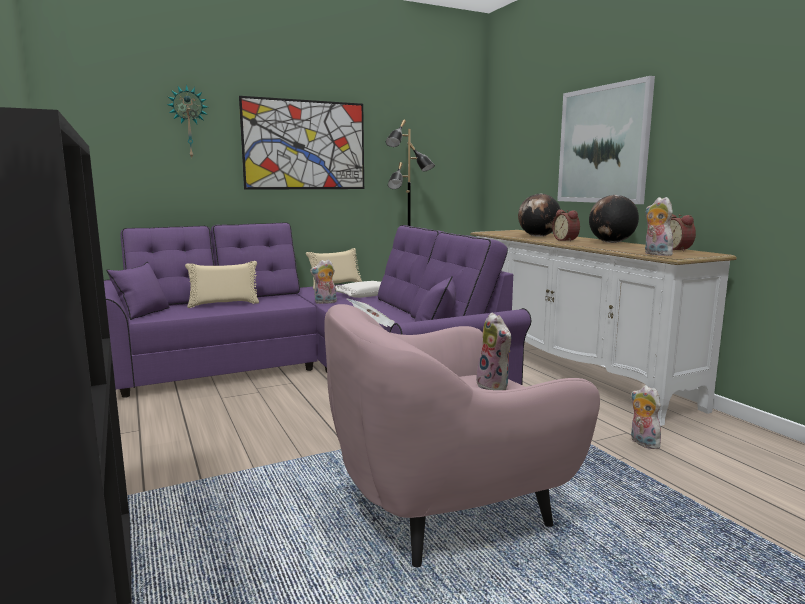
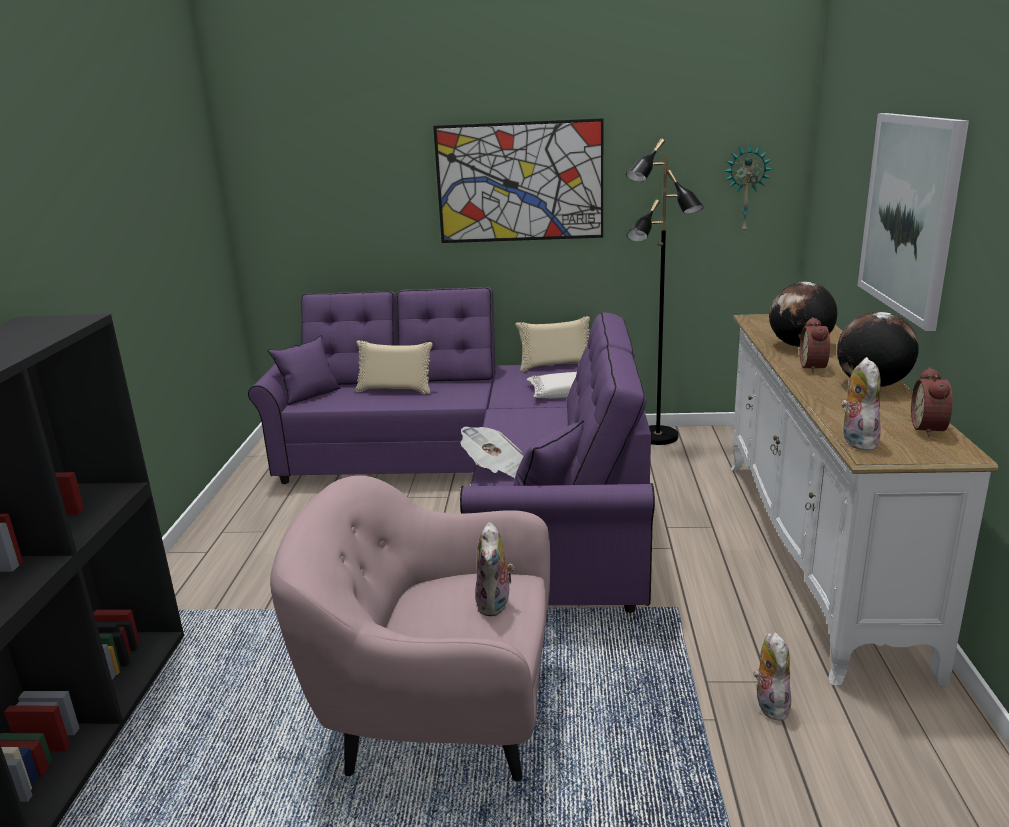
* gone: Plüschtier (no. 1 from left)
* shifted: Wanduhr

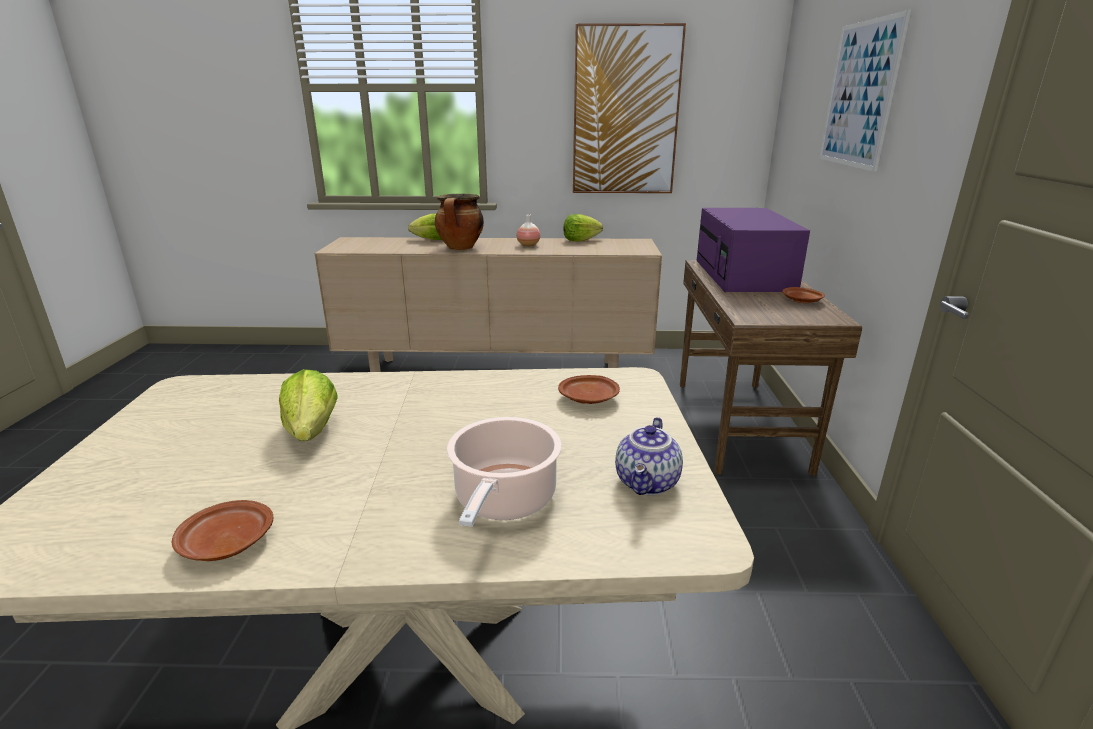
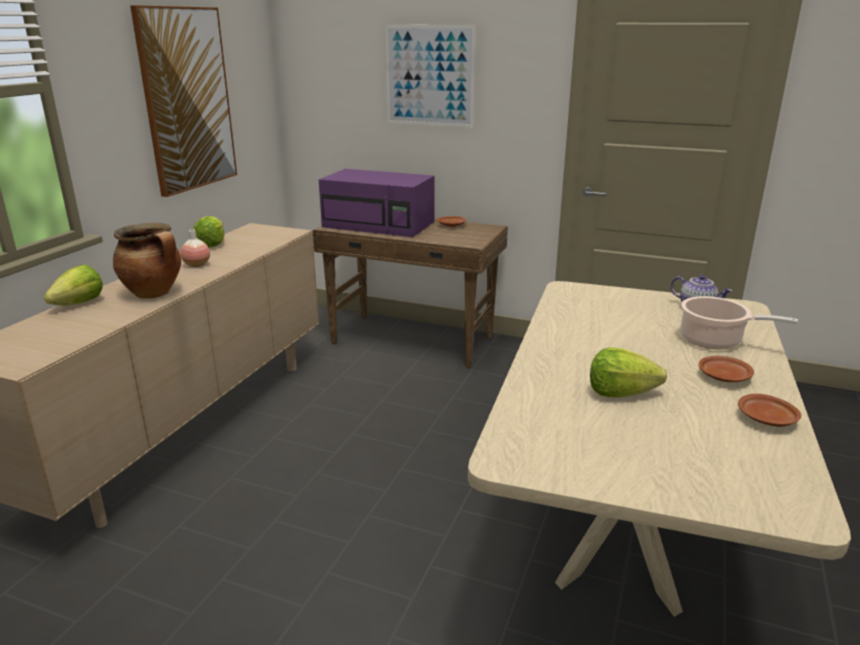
* shifted: Teller (braun) (no. 2 from left)

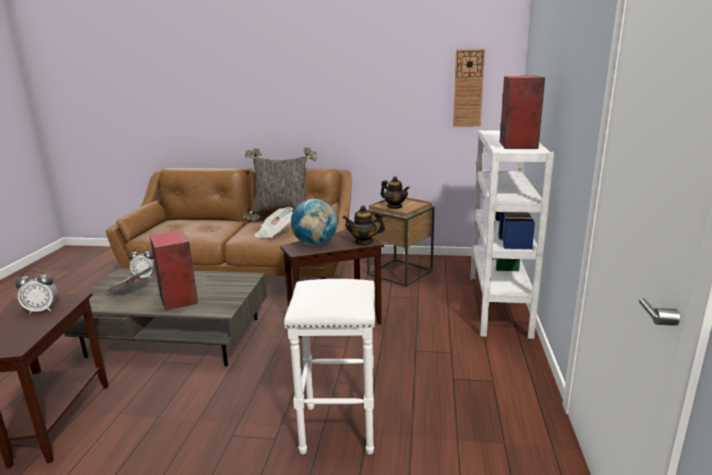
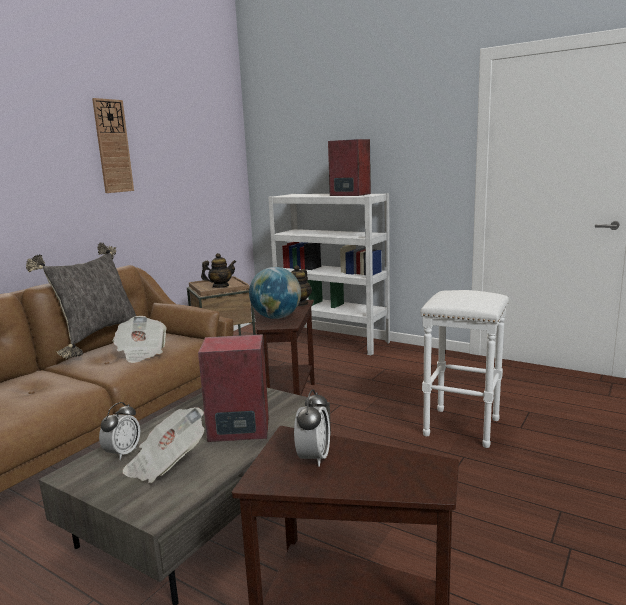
* shifted: Wanduhr

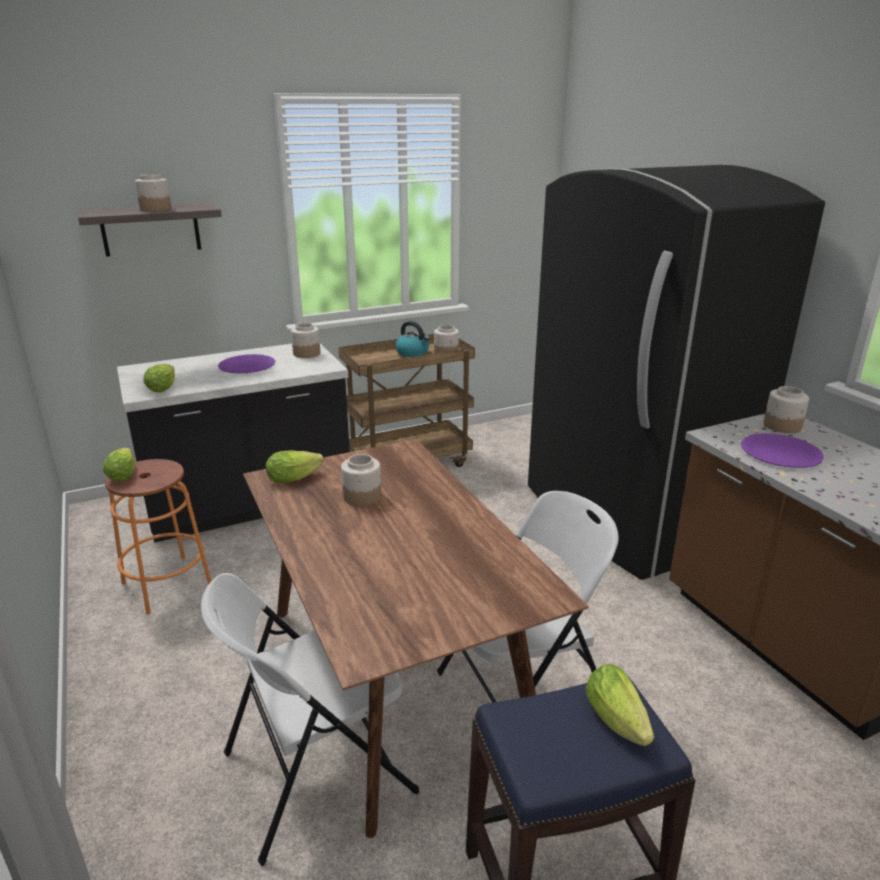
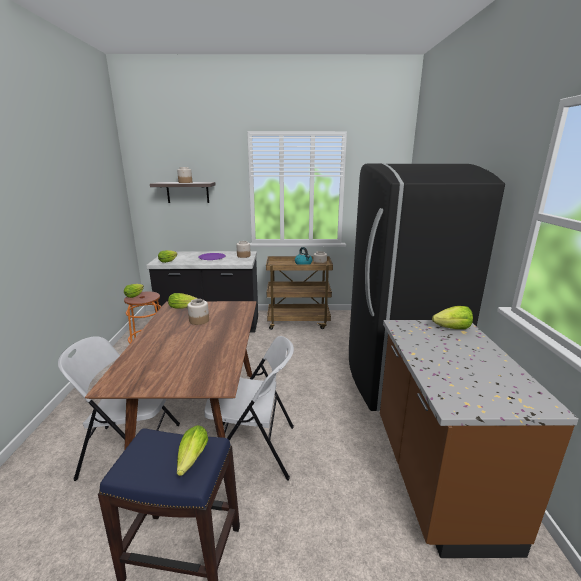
* gone: Teller (lila) (no. 2 from left)
* swapped: Vorratsglas (no. 5 from left) to Salatkopf (no. 5 from left)

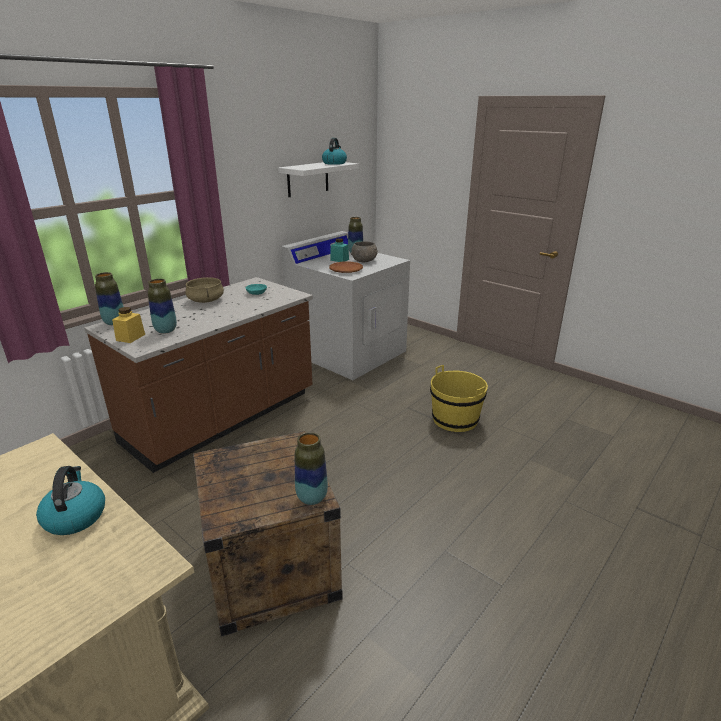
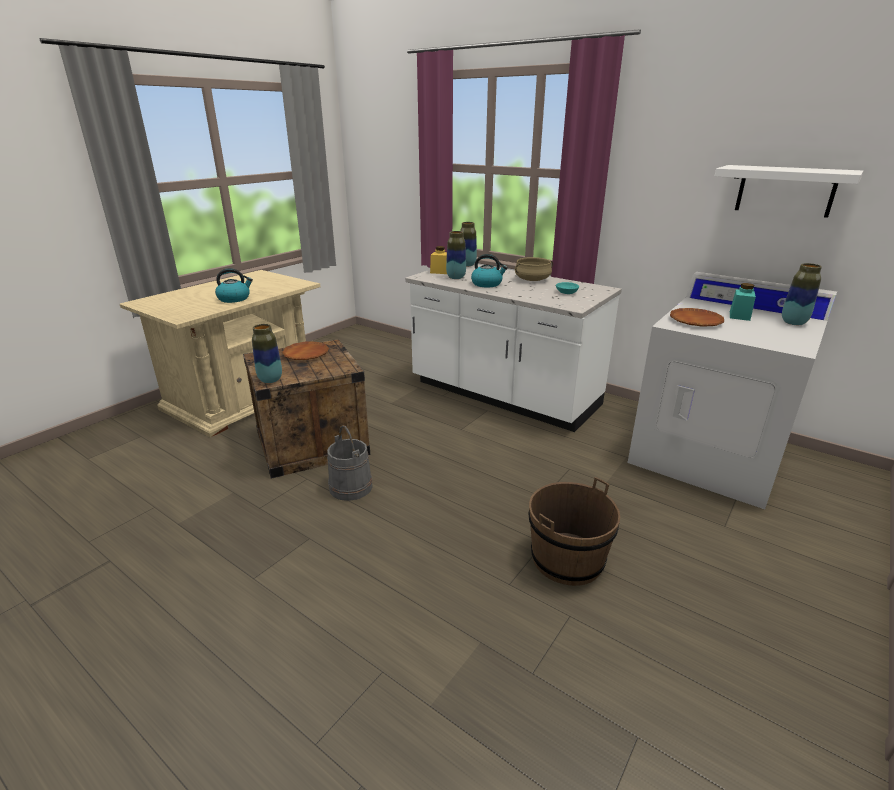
* gone: Schüssel (grau)
* new: Teller (braun) (no. 1 from left)
* new: Eimer (grau)
* shifted: Wasserkessel (no. 2 from left)
* repainted: Küchenzeile (braun) to Küchenzeile (weiß)
* repainted: Eimer (gelb) to Eimer (braun)

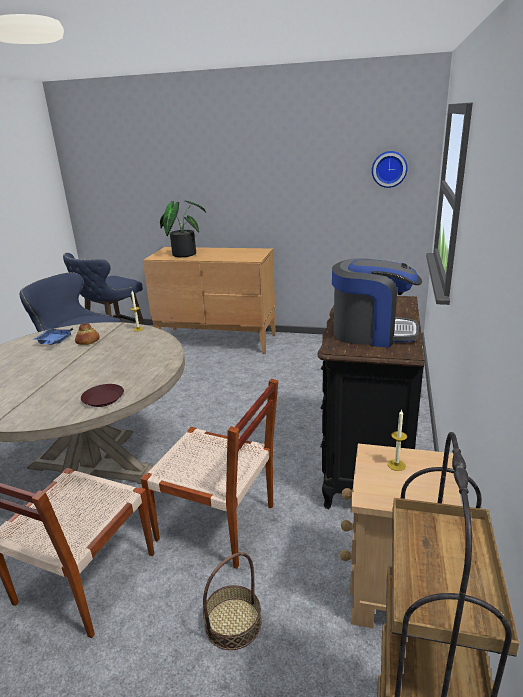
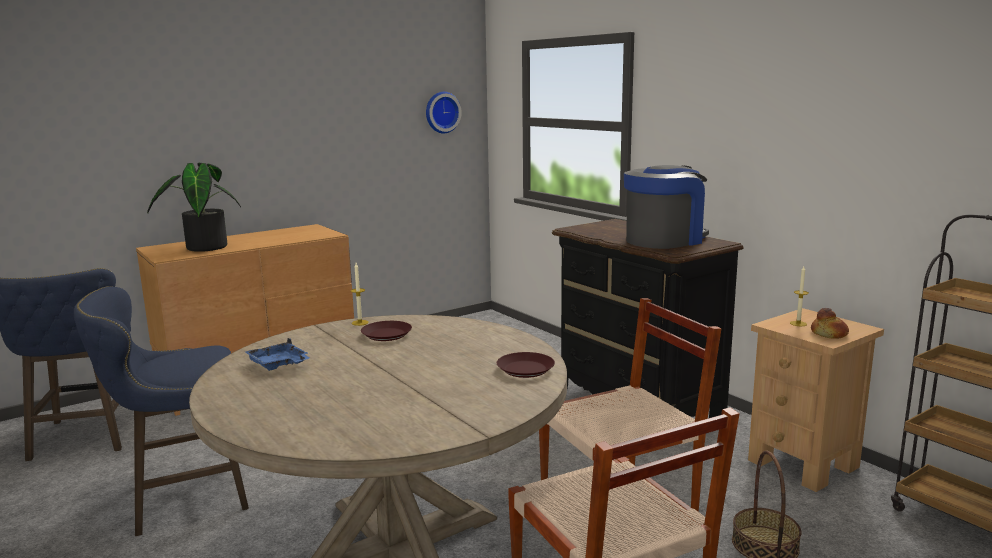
* new: Teller (braun) (no. 1 from left)
* shifted: Brot

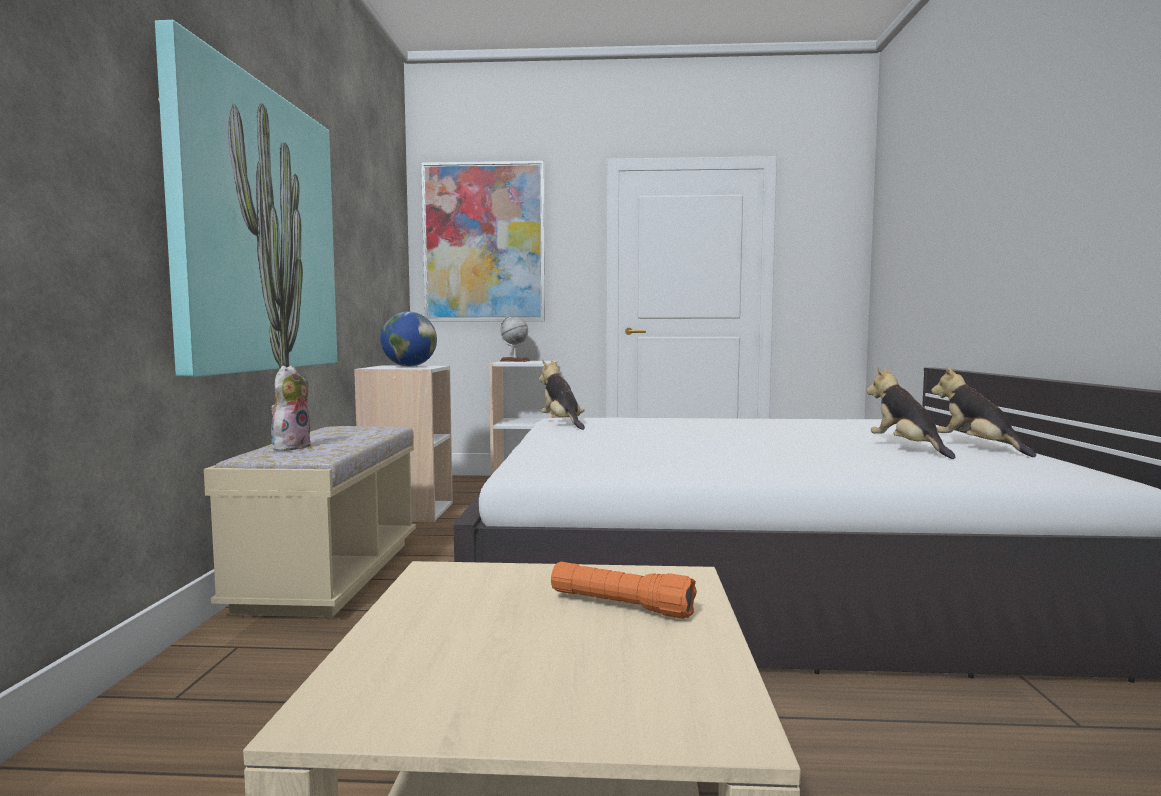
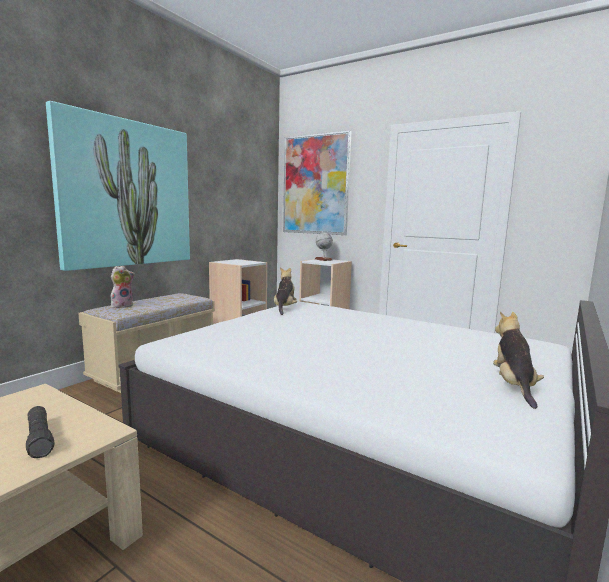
* gone: Globus (no. 1 from left)
* gone: Plüschtier (no. 3 from left)
* repainted: Taschenlampe (orange) to Taschenlampe (schwarz)

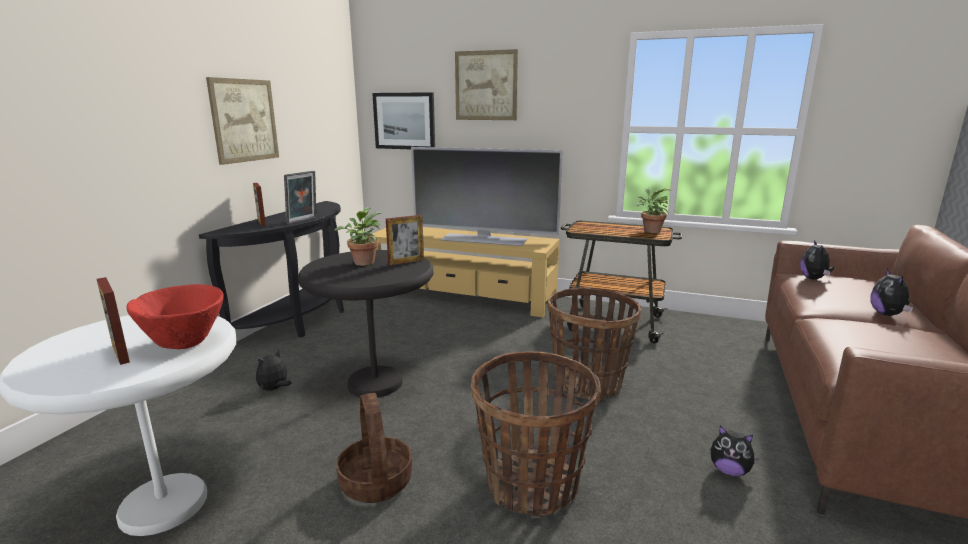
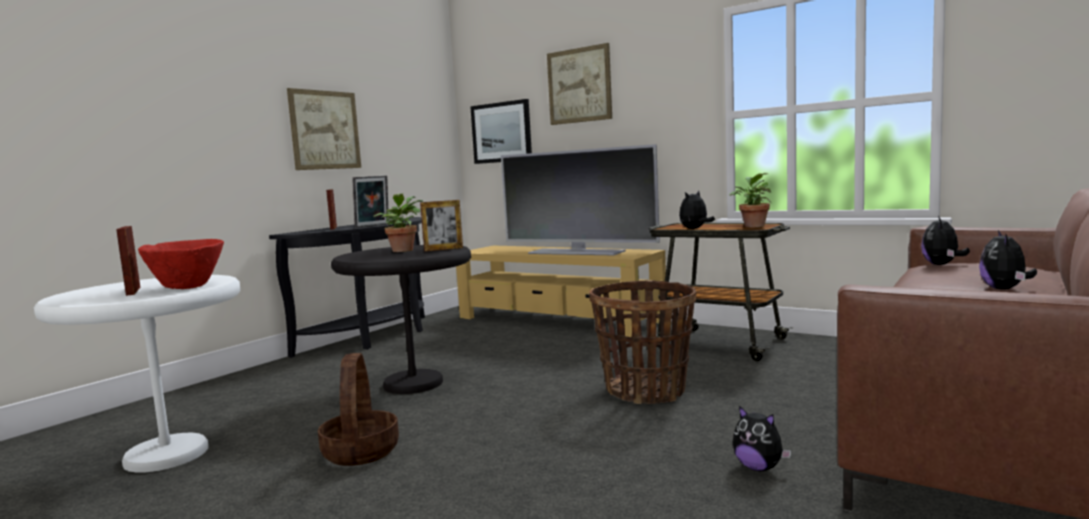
* gone: Korb (no. 2 from left)
* shifted: Plüschtier (no. 1 from left)

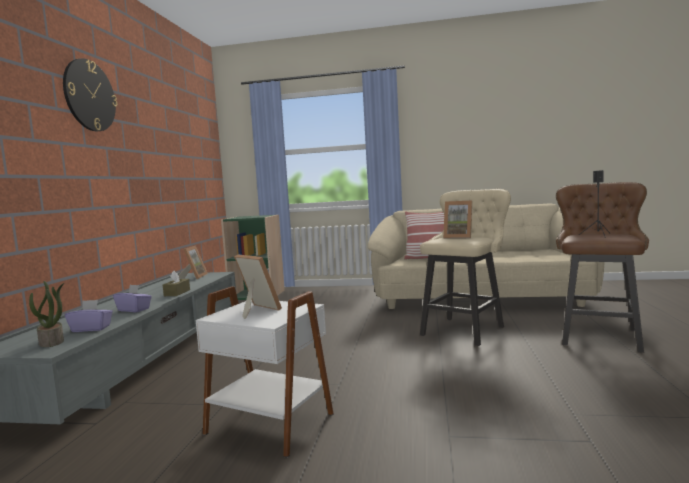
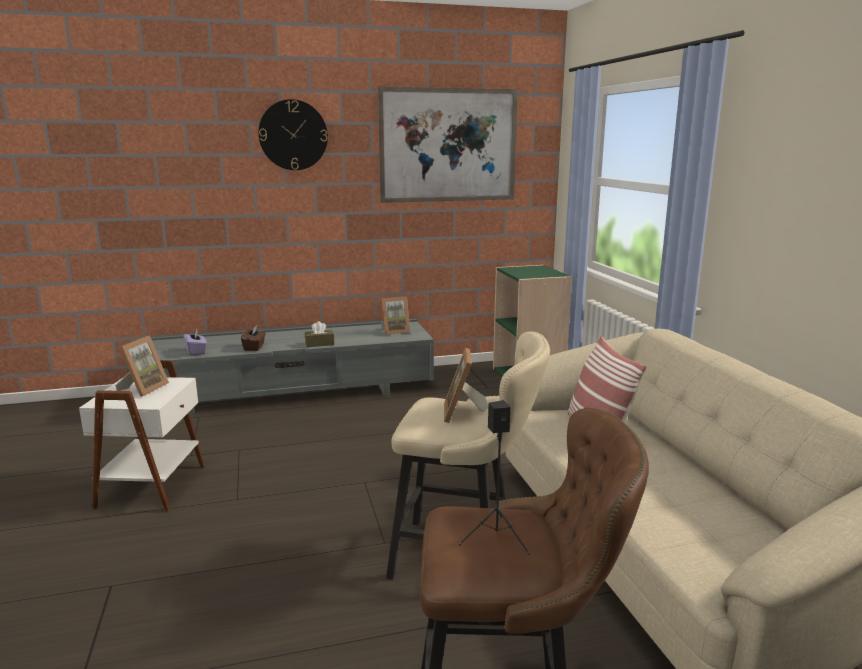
* gone: Topfpflanze
* new: Bild
* repainted: Taschentuchbox (lila) (no. 2 from left) to Taschentuchbox (braun) (no. 1 from left)

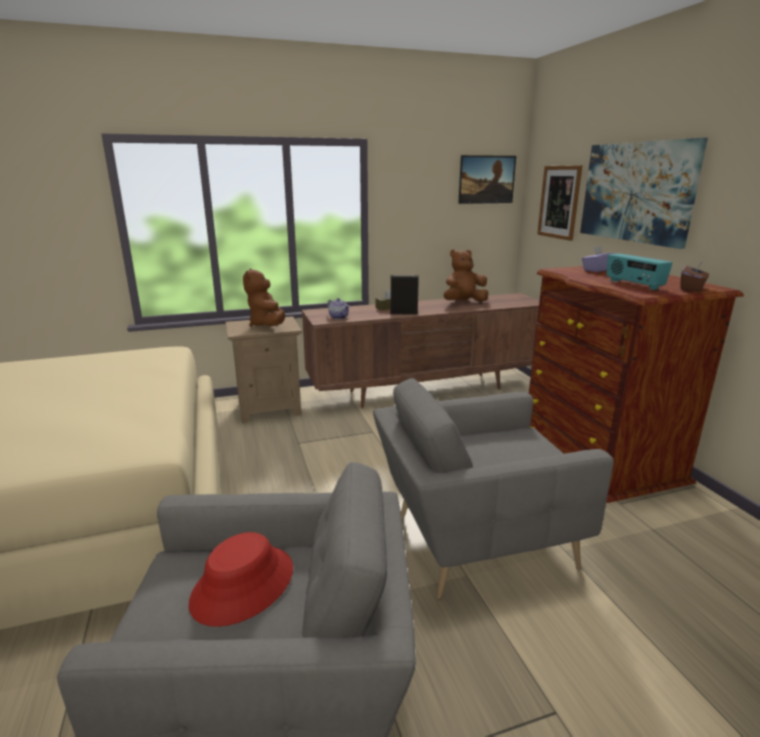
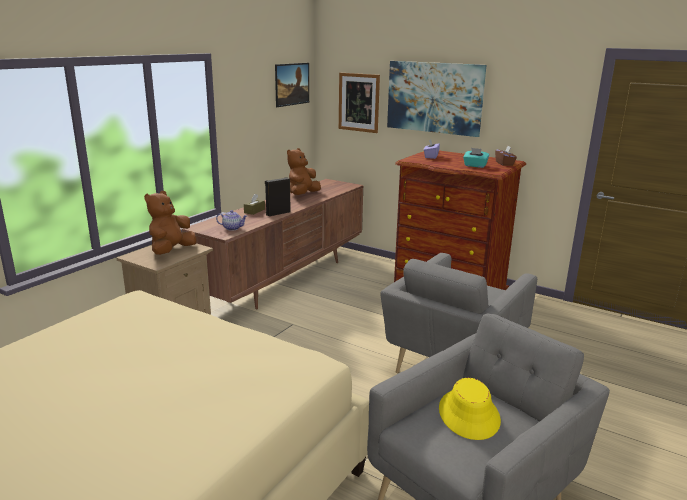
* swapped: Radio to Taschentuchbox (türkis)
* repainted: Hut (rot) to Hut (gelb)
* rotated: Plüschtier (braun) (no. 1 from left) 75 degrees clockwise

